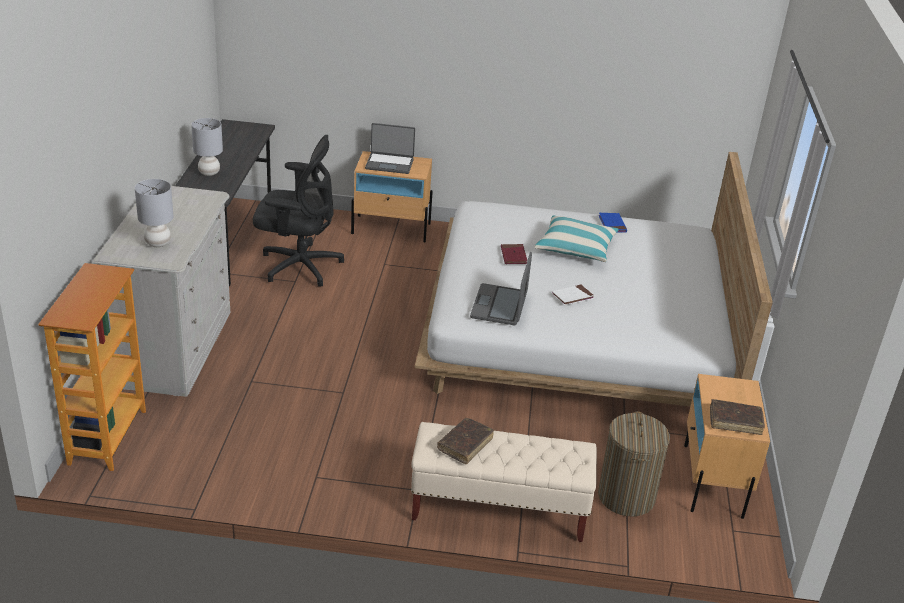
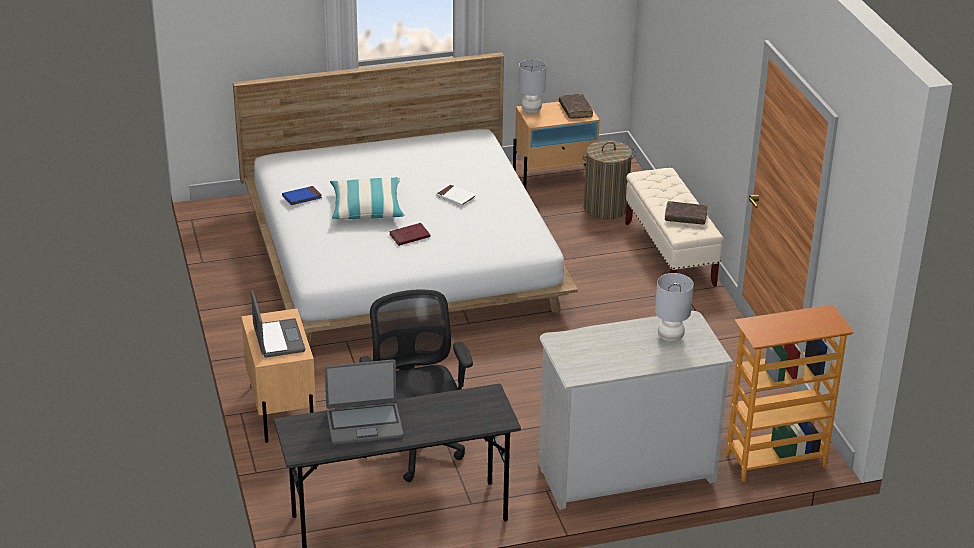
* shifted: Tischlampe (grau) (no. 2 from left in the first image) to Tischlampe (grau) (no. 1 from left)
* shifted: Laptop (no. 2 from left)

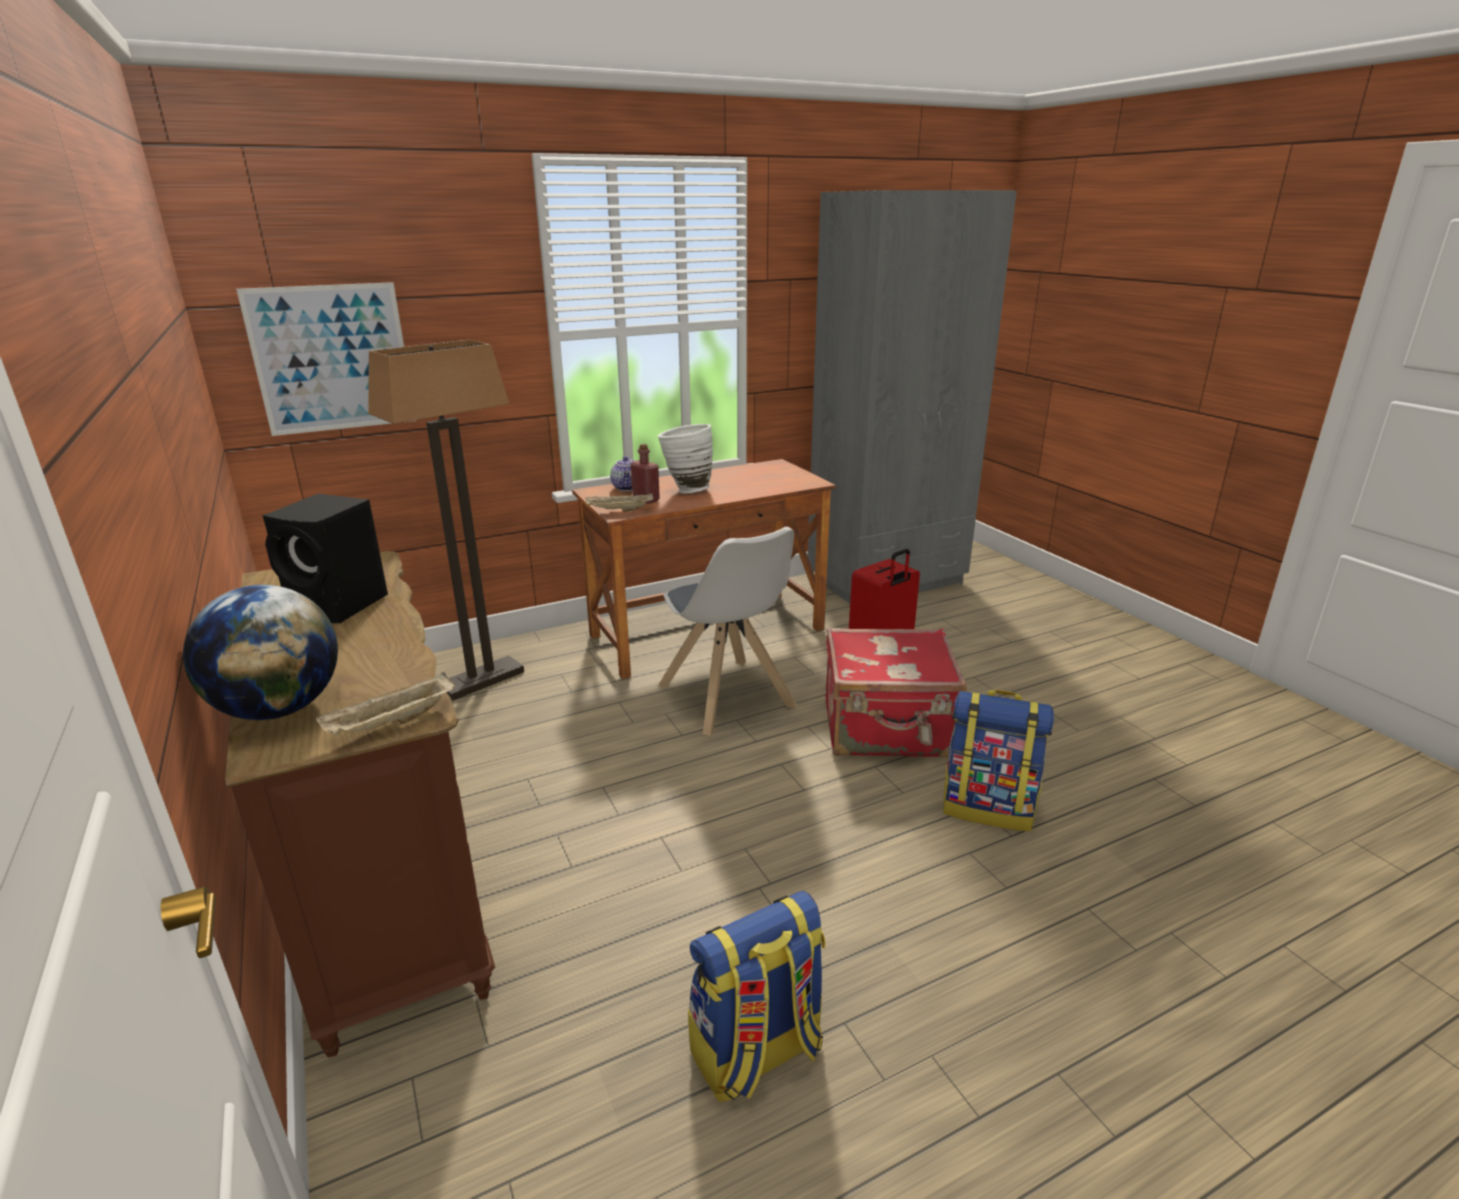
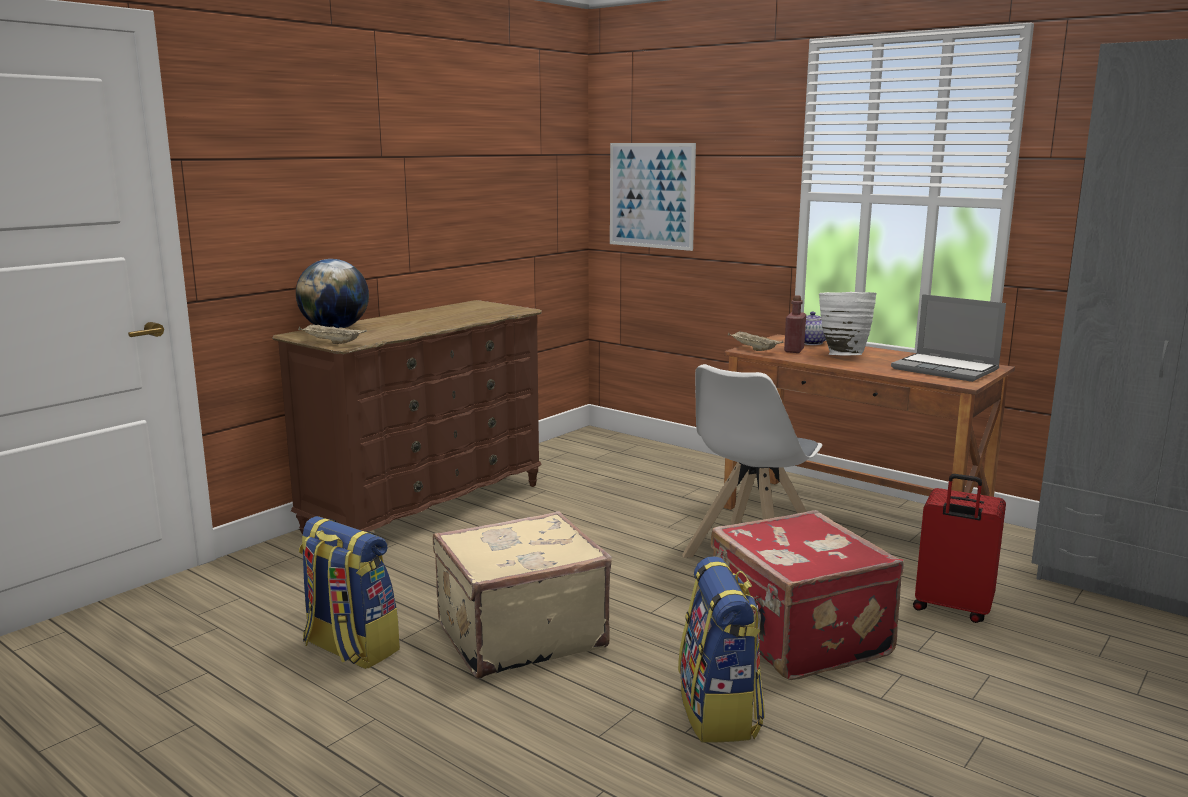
* gone: Lautsprecher (schwarz)
* gone: Stehlampe
* new: Koffer (beige)
* new: Laptop

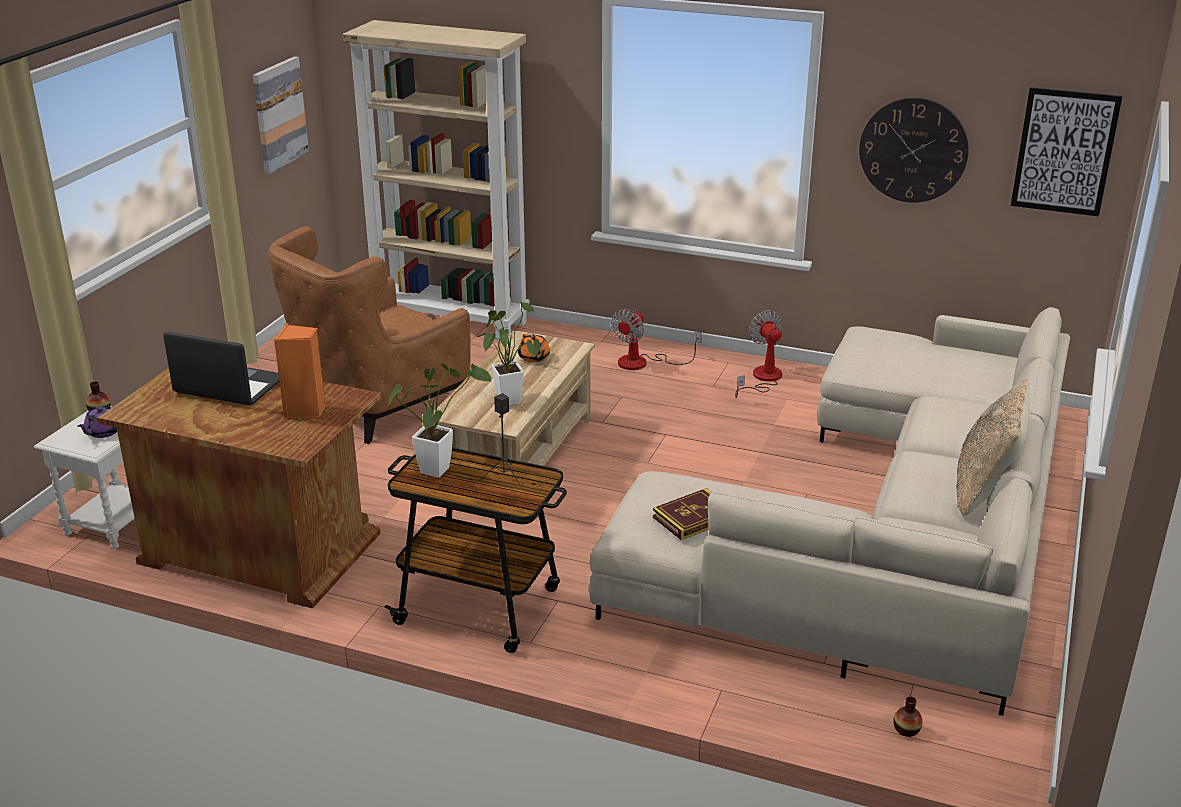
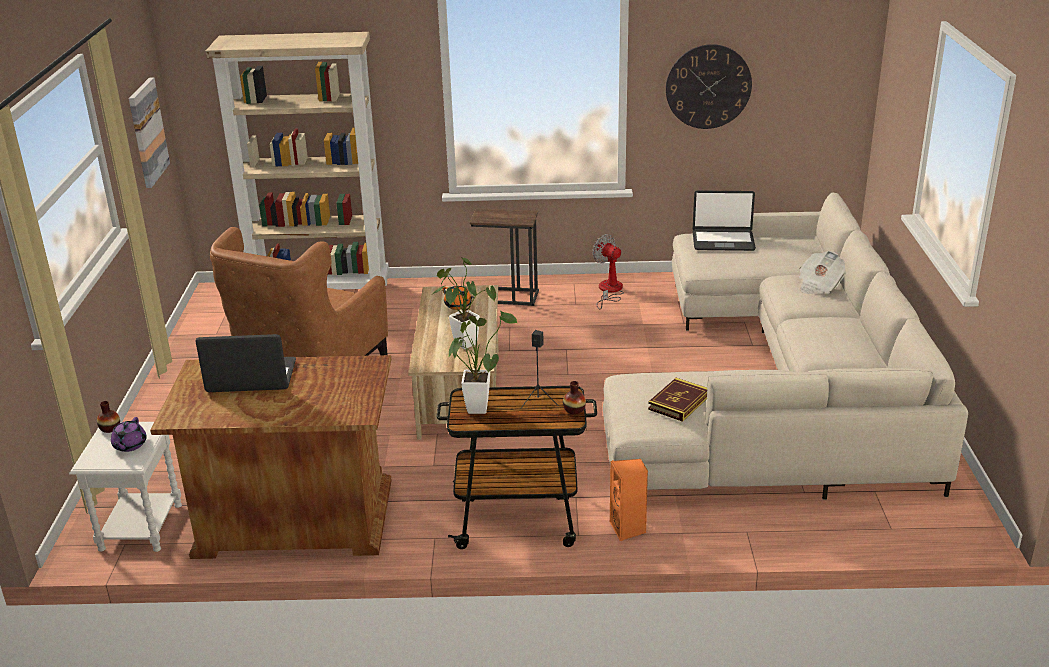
* gone: Kissen (beige)
* gone: Bild (no. 2 from left)
* new: Laptop (no. 2 from left)
* new: Zeitung
* shifted: Lautsprecher (orange)
* shifted: Vase (no. 2 from left)
* swapped: Ventilator (no. 1 from left) to Beistelltisch (braun)

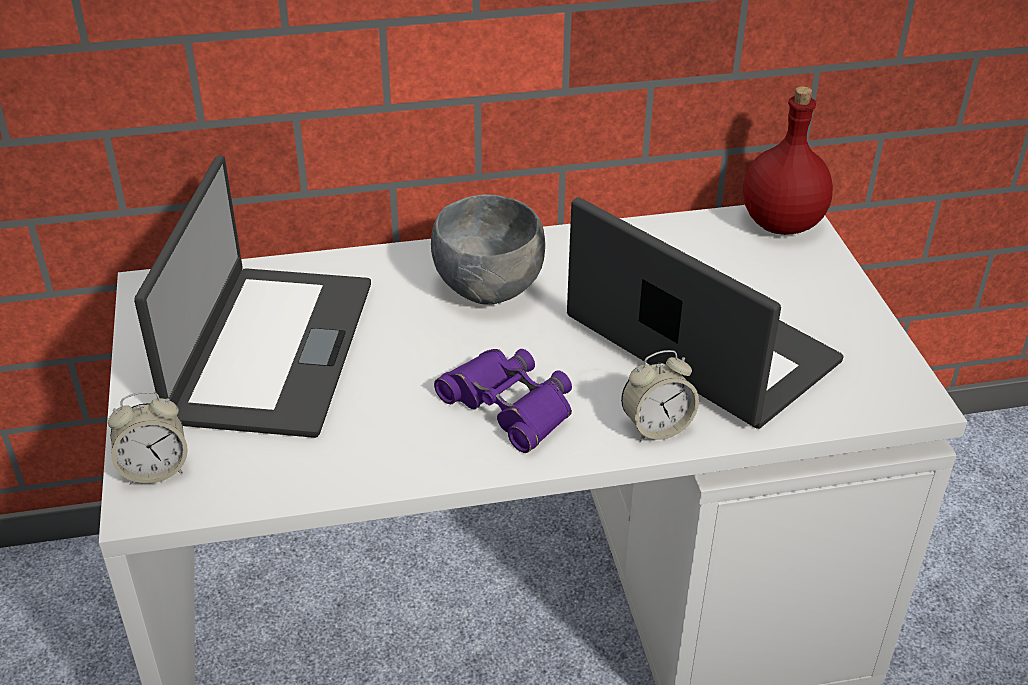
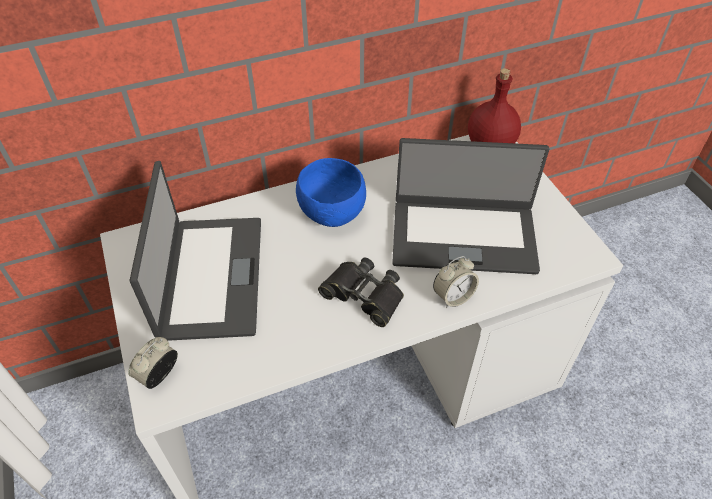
* repainted: Schüssel (grau) to Schüssel (blau)
* repainted: Fernglas (lila) to Fernglas (schwarz)
* rotated: Wecker (no. 1 from left) 150 degrees clockwise
* rotated: Laptop (no. 2 from left) 150 degrees clockwise

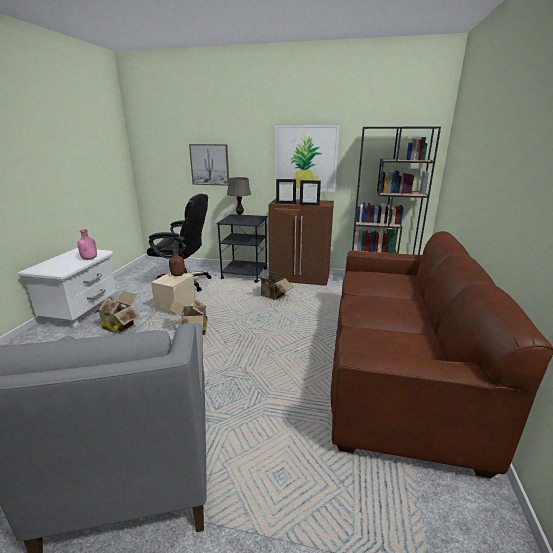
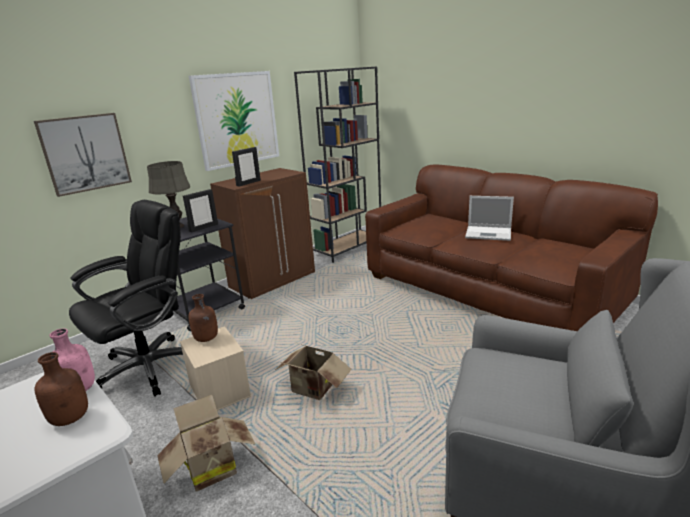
* gone: Karton (no. 3 from left)
* new: Flasche (braun) (no. 1 from left)
* new: Laptop
* shifted: Bilderrahmen (no. 2 from left in the first image) to Bilderrahmen (no. 1 from left)

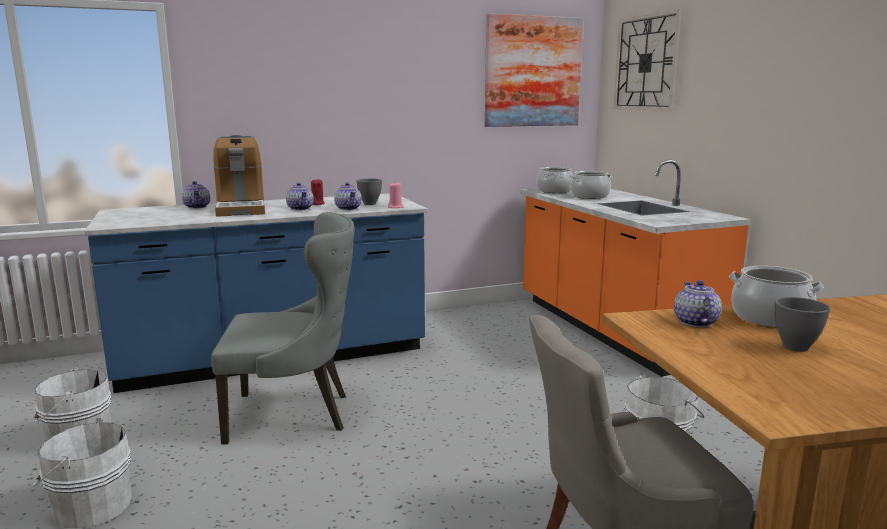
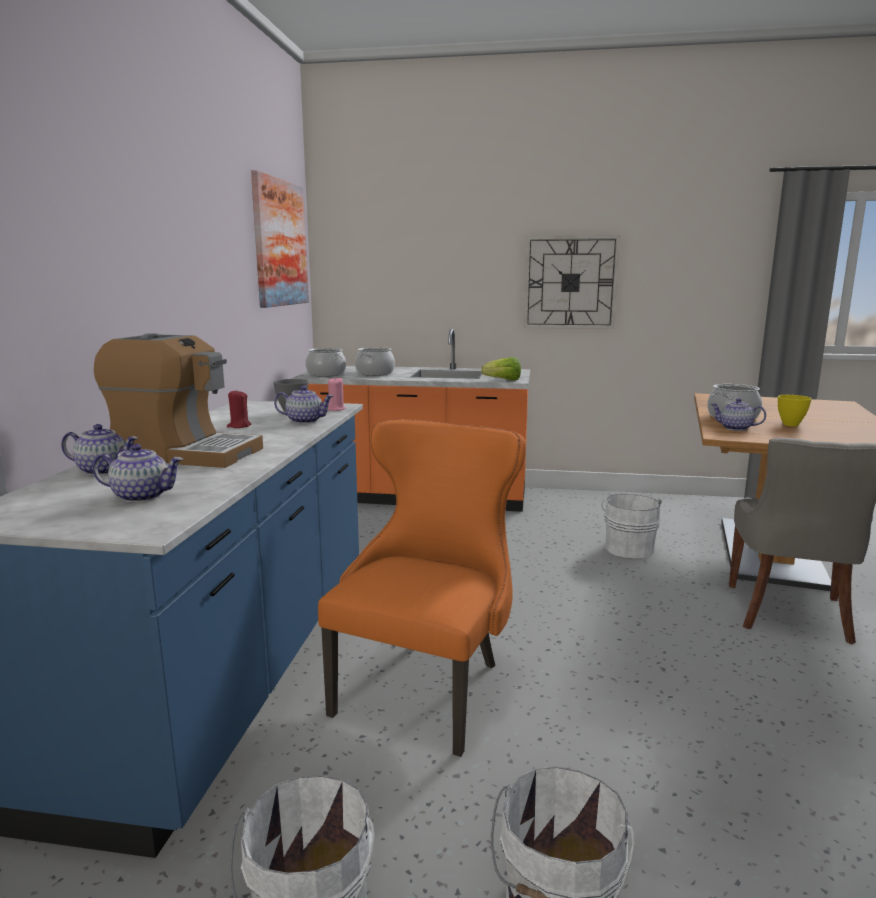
* new: Salatkopf
* shifted: Teekanne (no. 2 from left)
* shifted: Wanduhr
* repainted: Stuhl (grau) (no. 1 from left) to Stuhl (orange)
* repainted: Schüssel (grau) (no. 2 from left) to Schüssel (gelb)

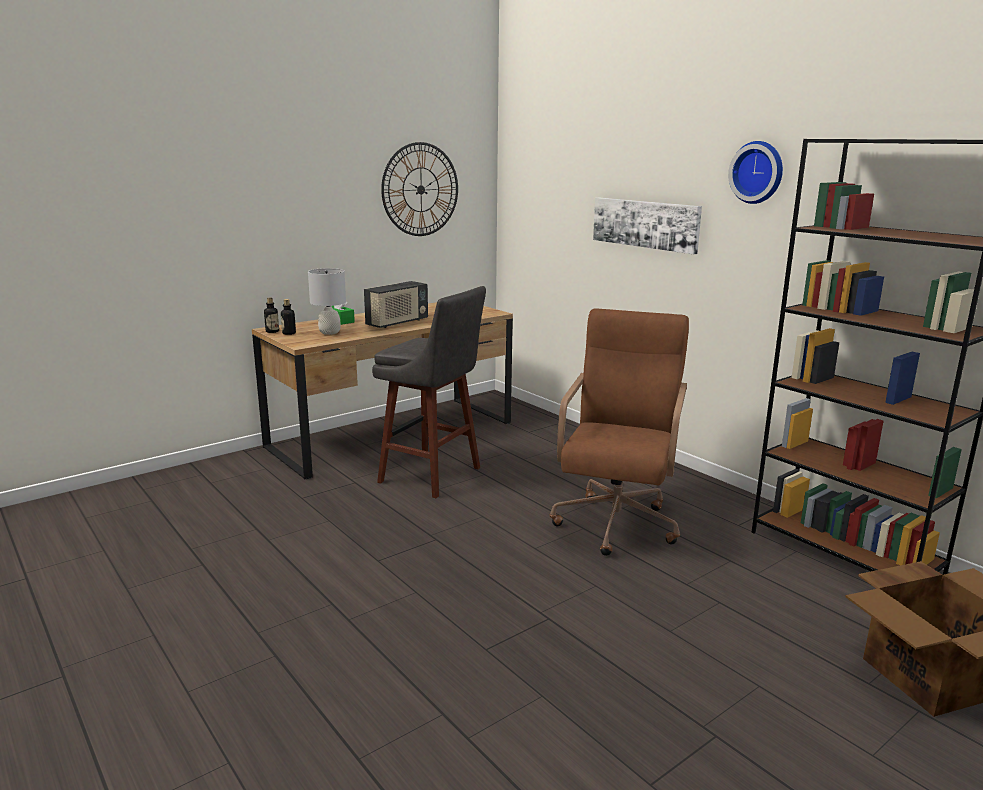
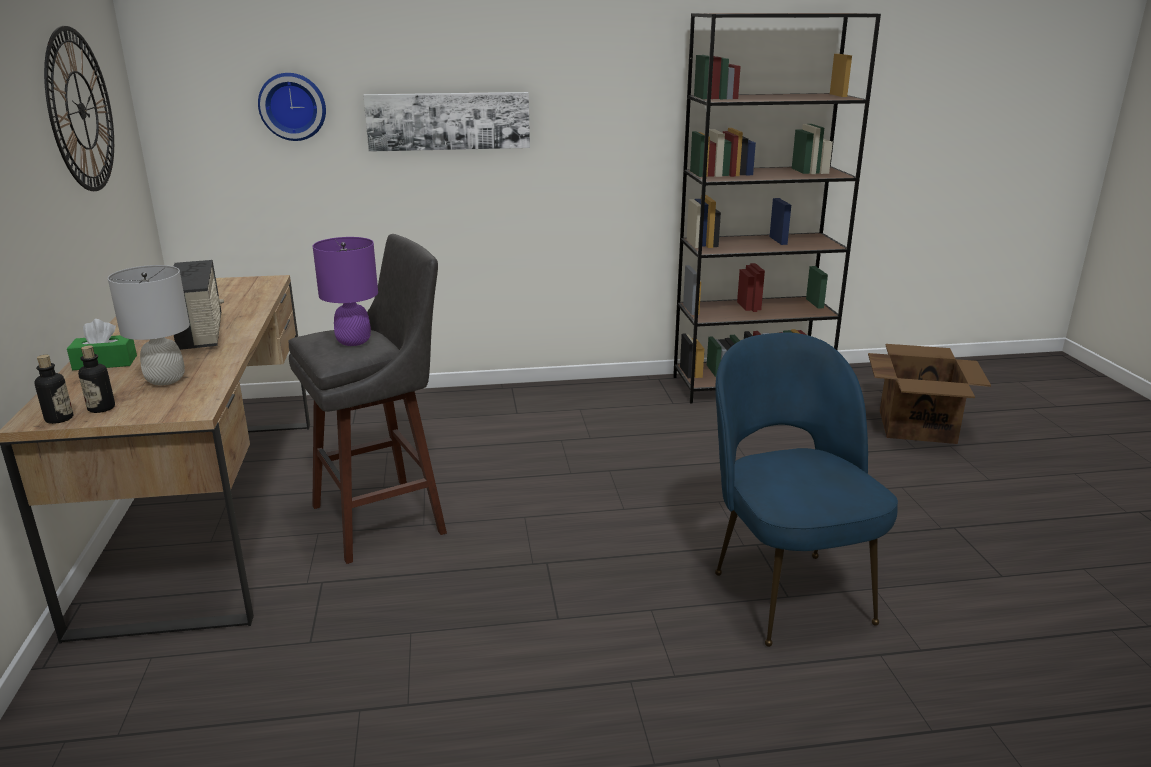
* gone: Bürostuhl (braun)
* new: Tischlampe (lila)
* new: Stuhl (blau)
* shifted: Wanduhr (no. 2 from left)

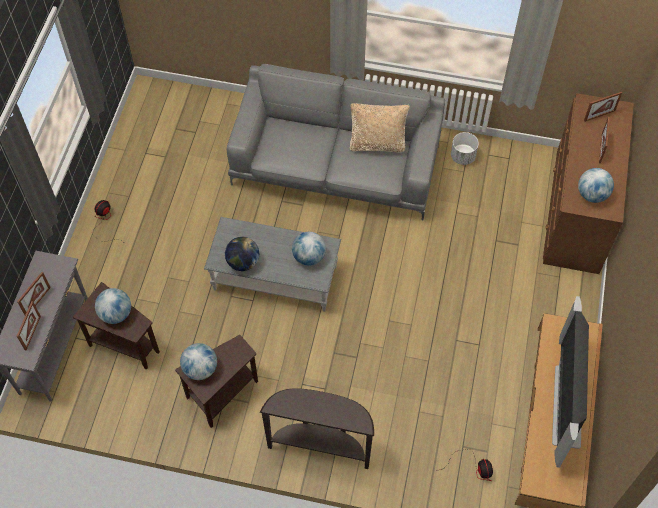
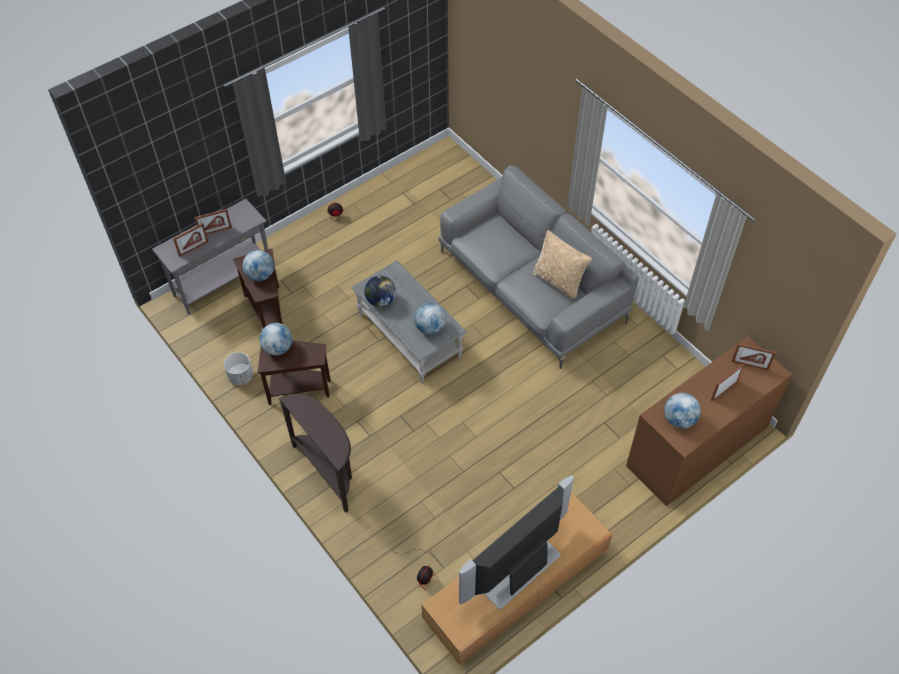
* shifted: Pflanzkübel (weiß)

